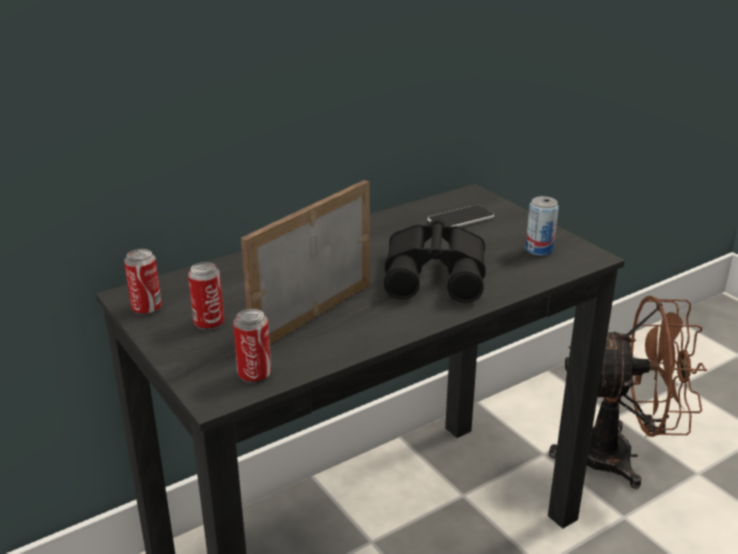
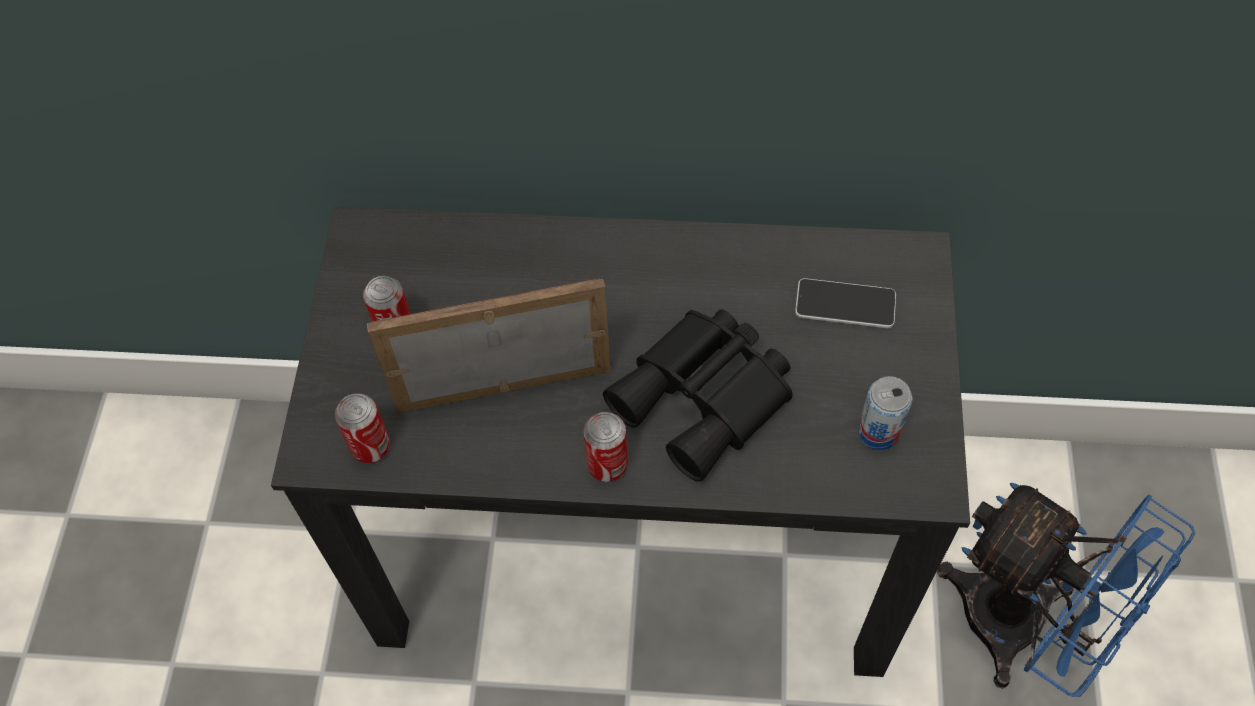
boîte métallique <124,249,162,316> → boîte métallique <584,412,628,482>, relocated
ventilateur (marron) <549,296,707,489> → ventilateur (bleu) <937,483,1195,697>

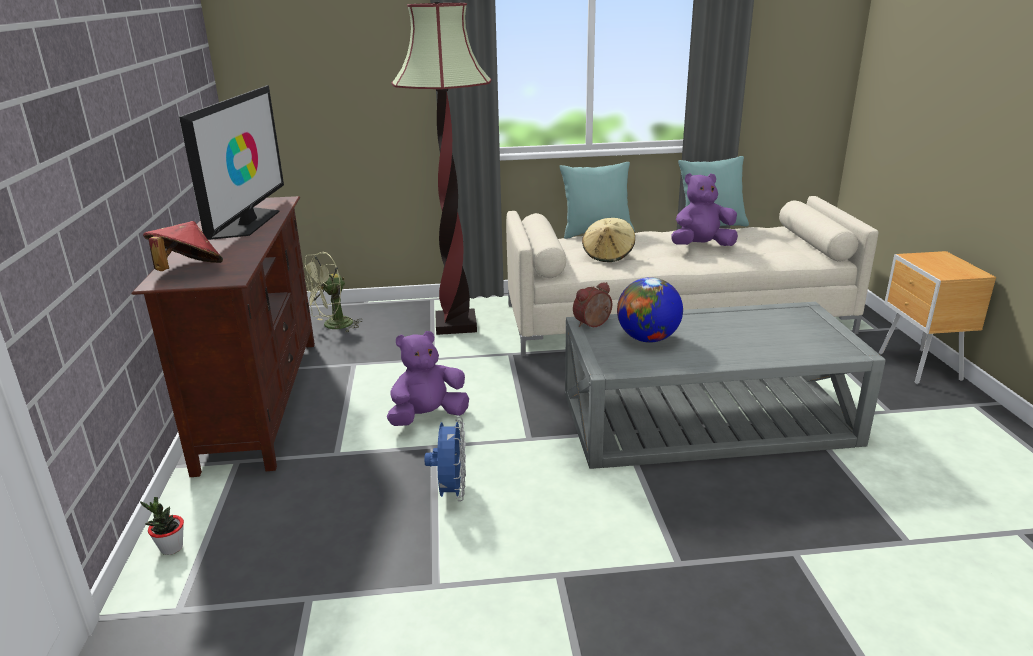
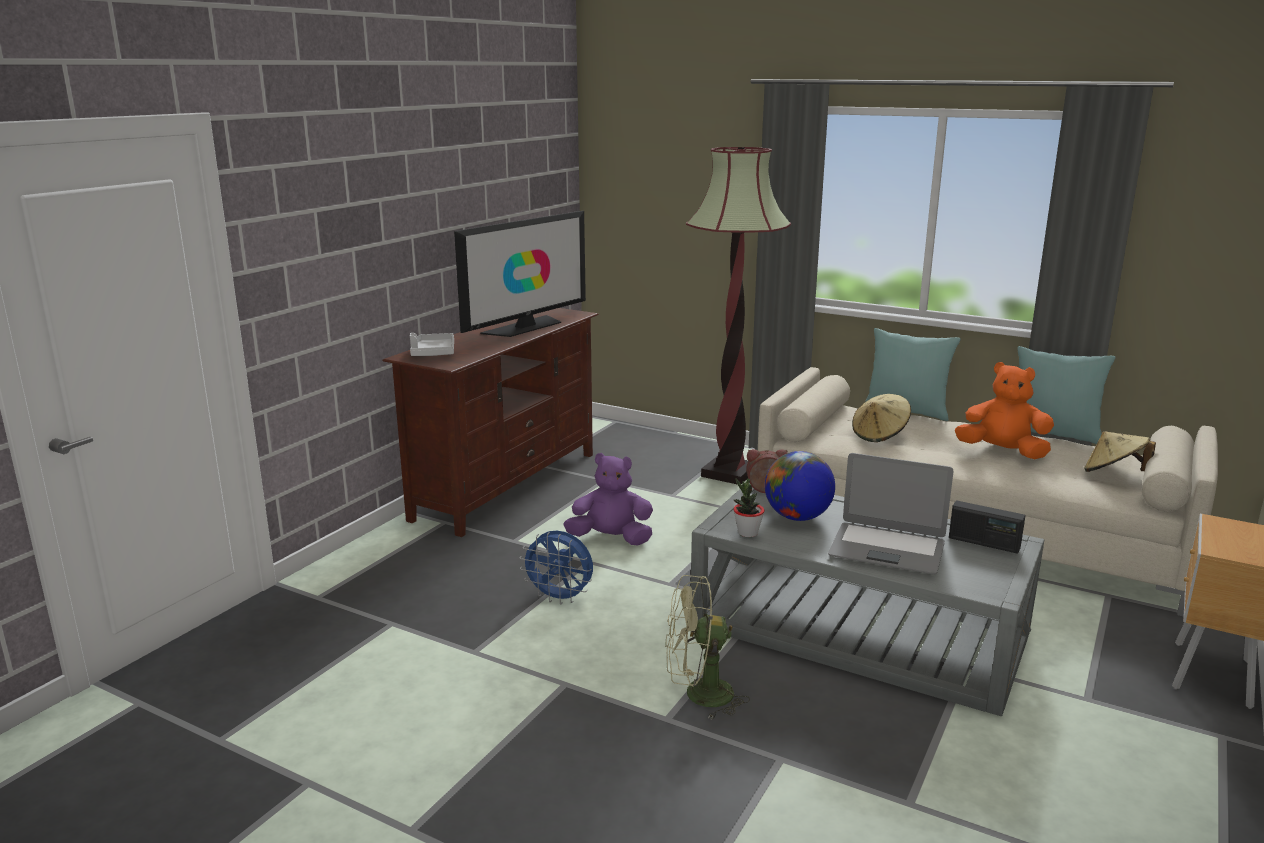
peluche (violet) <671,173,738,246> → peluche (orange) <955,362,1054,459>
chapeau (rouge) <143,221,223,271> → plateau (gris) <410,333,454,356>
ventilateur (vert) <303,252,363,332> → ventilateur (vert) <665,575,750,719>, relocated
ventilateur (bleu) <424,417,466,501> → ventilateur (bleu) <520,531,593,604>, 75 degrees clockwise
plante en pot <140,497,184,555> → plante en pot <733,478,765,537>, relocated
- → chapeau (beige) <1084,431,1156,472>
- → ordinateur portable <828,453,953,574>
- → radio <949,500,1026,554>

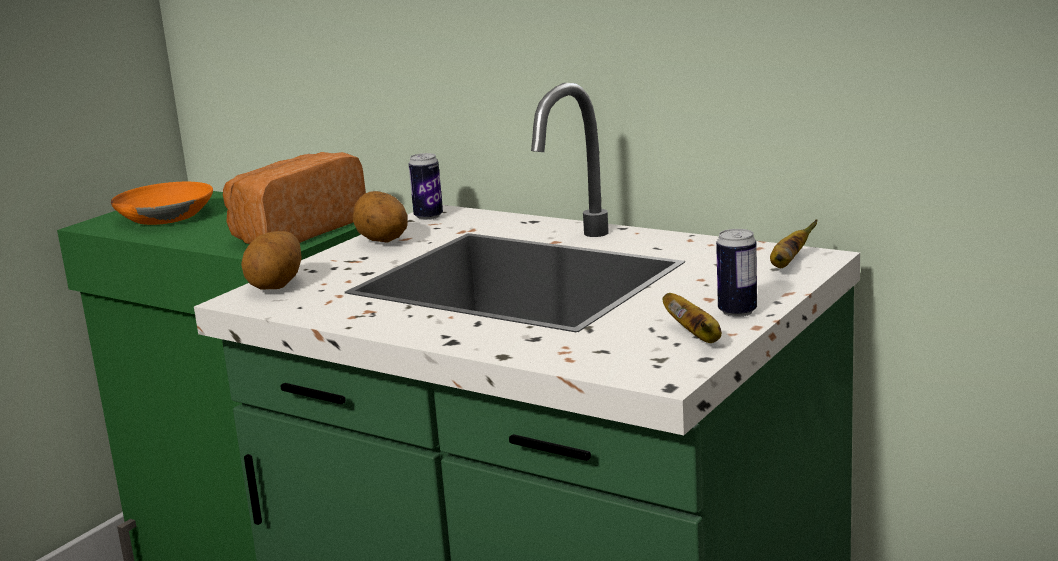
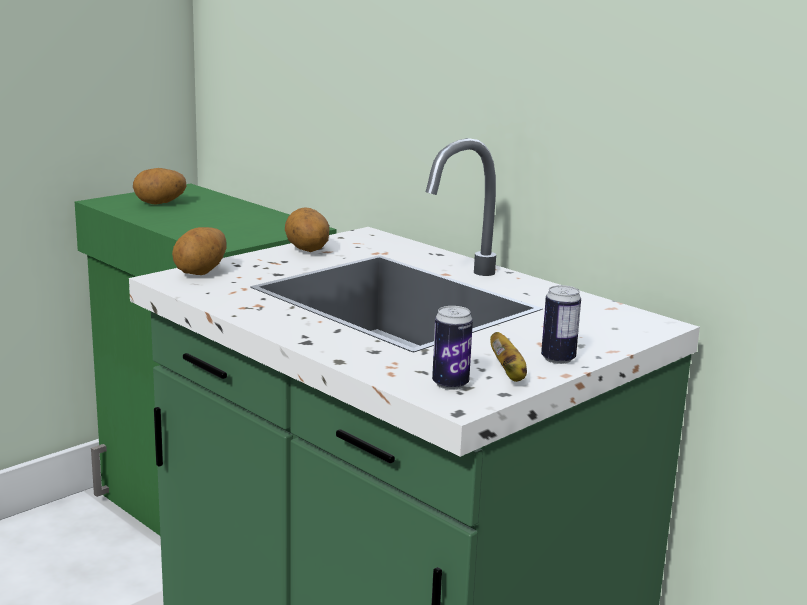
pain <223,152,366,244> → -
boîte métallique <409,153,443,220> → boîte métallique <432,306,473,390>, relocated
bol (orange) <111,182,213,225> → pomme de terre <133,168,186,205>
banane <770,219,818,268> → -

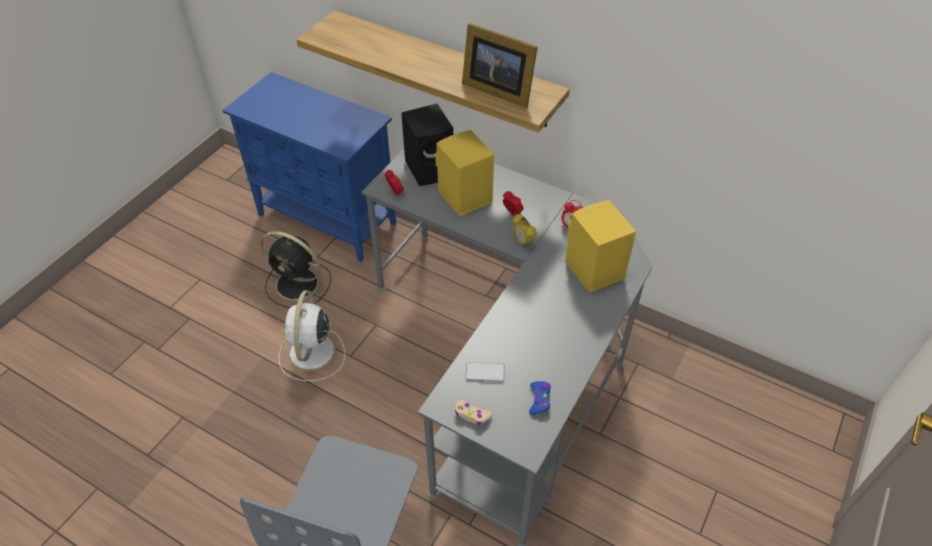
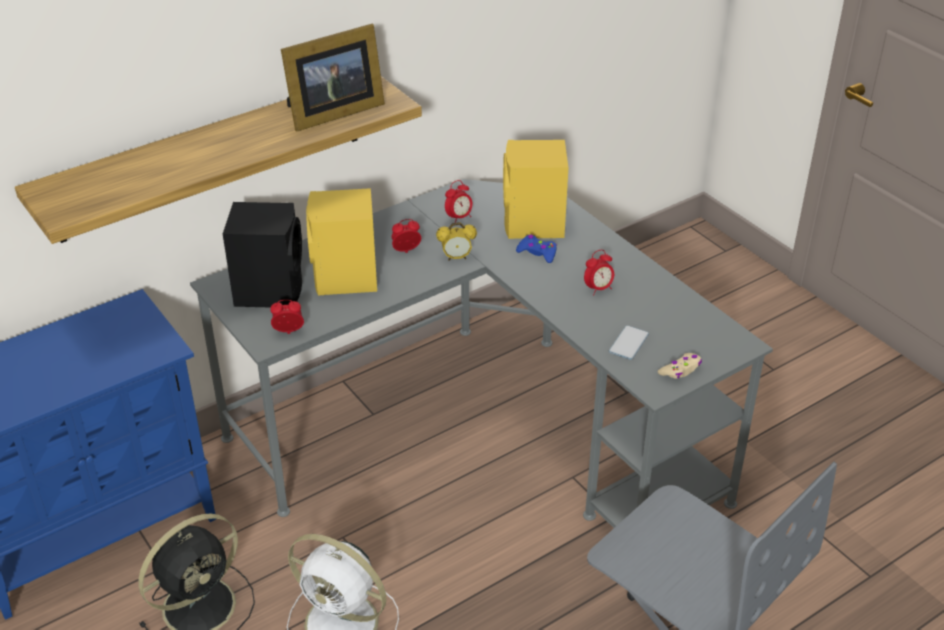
manette (bleu) <529,381,551,415> → manette (bleu) <516,235,557,263>, relocated
- → réveil <584,250,614,295>

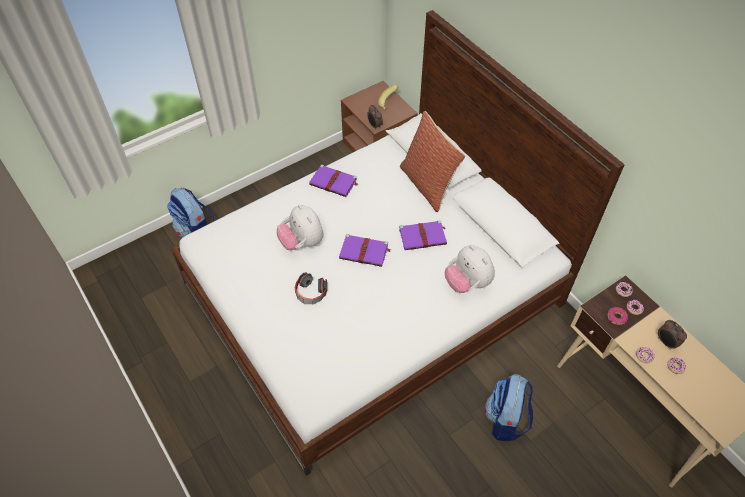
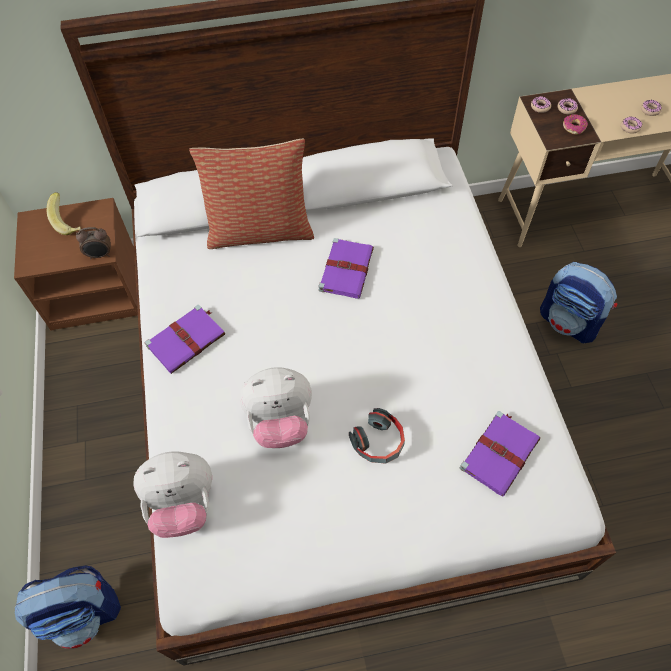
livre (violet) <339,234,391,267> → livre (violet) <460,411,540,496>, relocated
peluche <445,245,495,293> → peluche <133,451,212,538>, relocated
réveil <658,320,687,350> → -

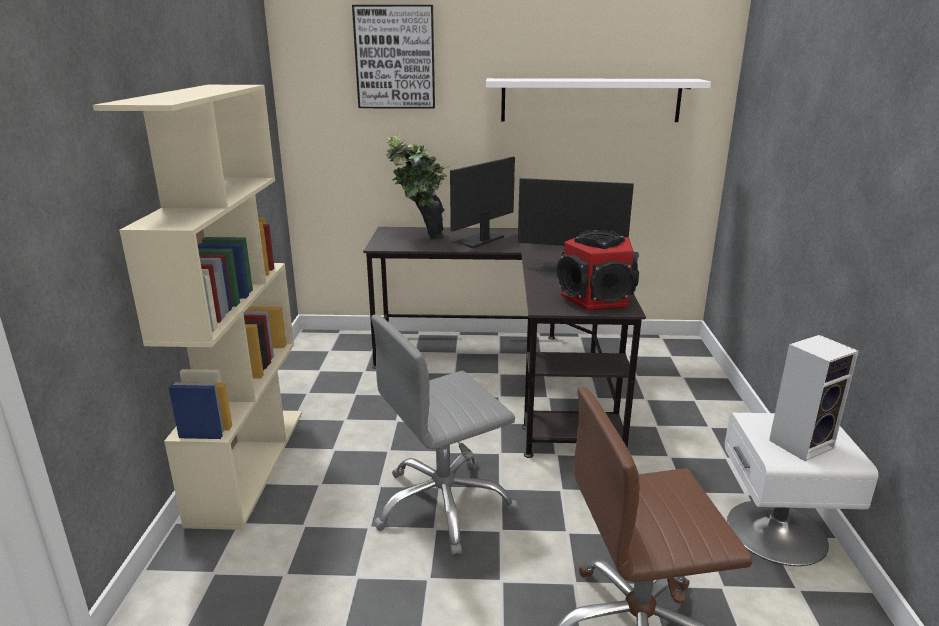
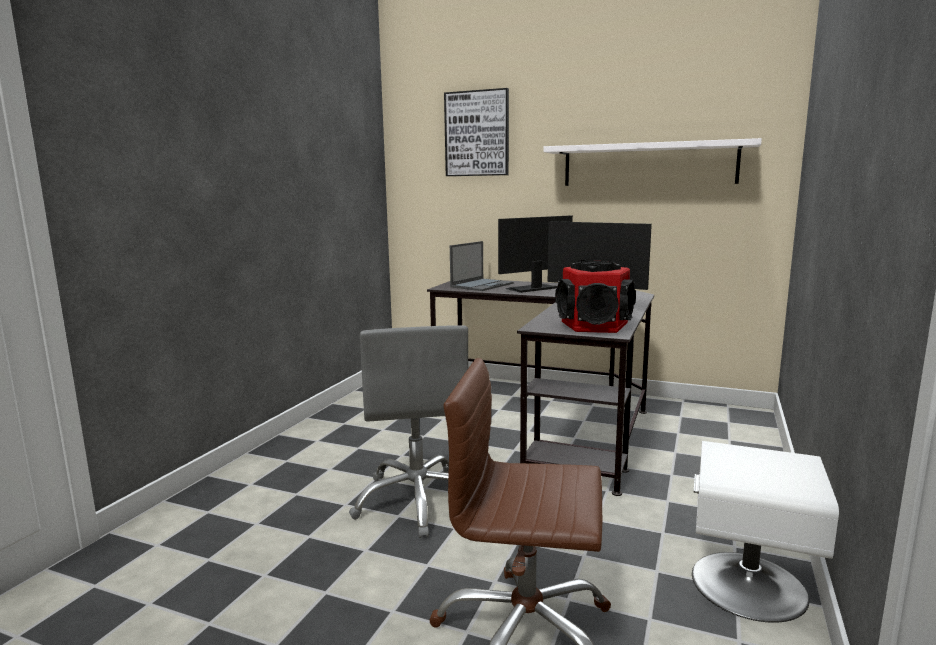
bibliothèque (beige) <93,85,302,530> → -
plante en pot <386,133,450,238> → ordinateur portable <450,241,513,291>
chaise de bureau (gris) <371,314,518,556> → chaise de bureau (gris) <349,325,468,538>, 90 degrees counterclockwise
enceinte <769,335,859,461> → -

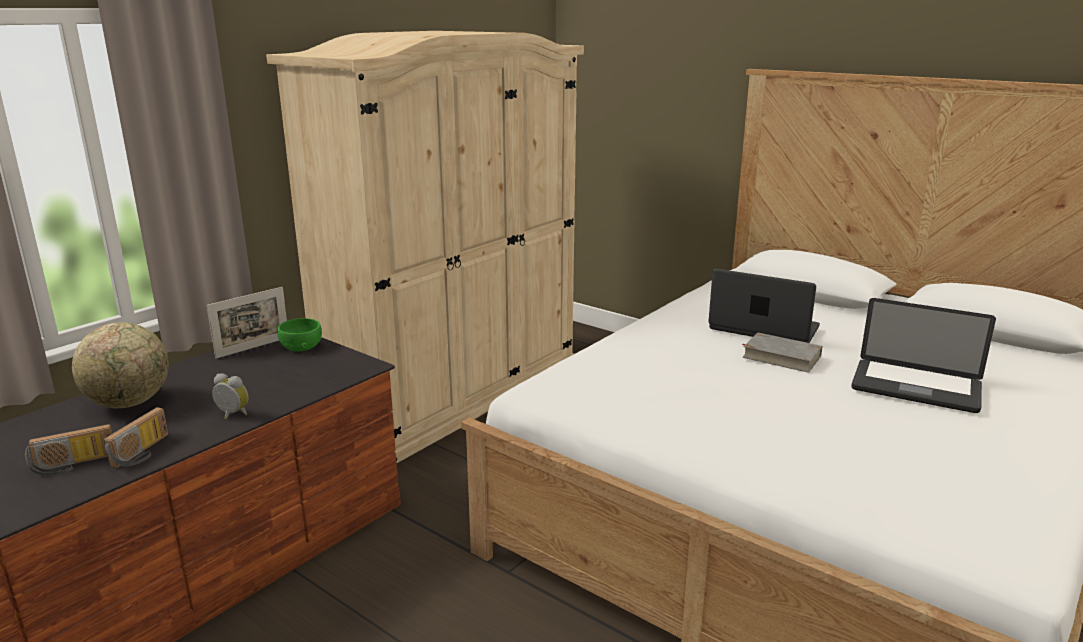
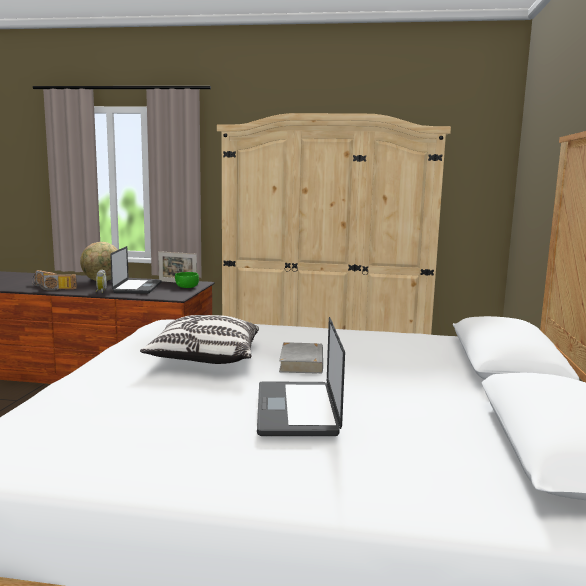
ordinateur portable <708,269,820,343> → ordinateur portable <110,246,162,294>, relocated
- → coussin <140,315,259,364>

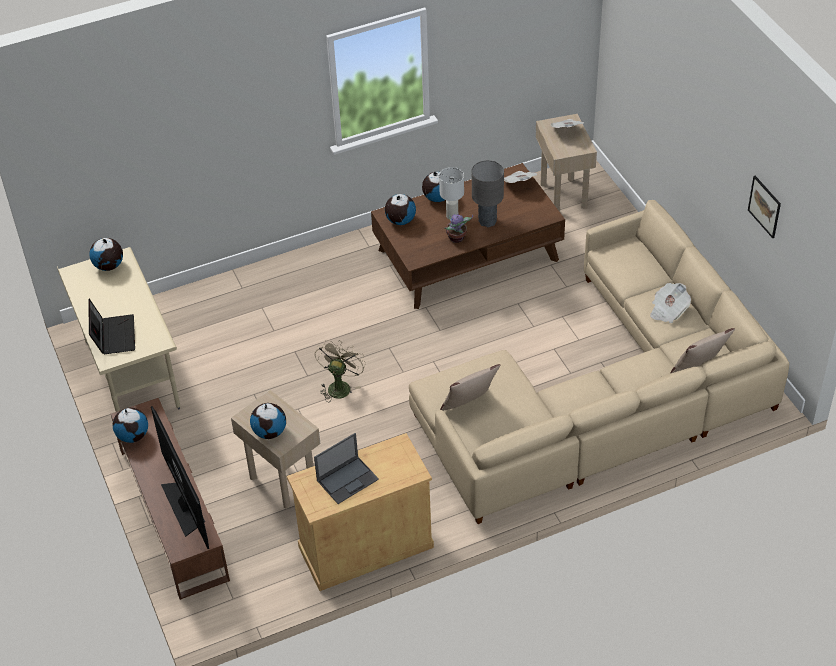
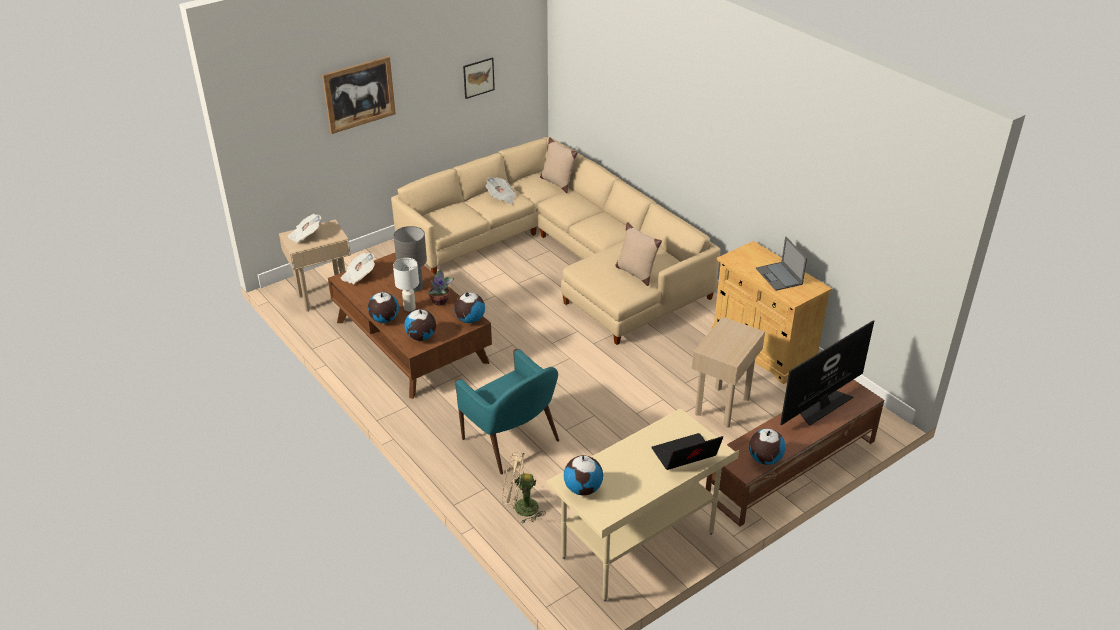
ventilateur (beige) <315,340,366,399> → ventilateur (beige) <502,453,546,523>, relocated
globe <250,403,286,439> → globe <454,292,485,323>, relocated
ordinateur portable <314,433,379,504> → ordinateur portable <756,237,807,291>, 150 degrees counterclockwise
- → tableau <322,56,396,134>
- → fauteuil (turquoise) <455,349,559,474>

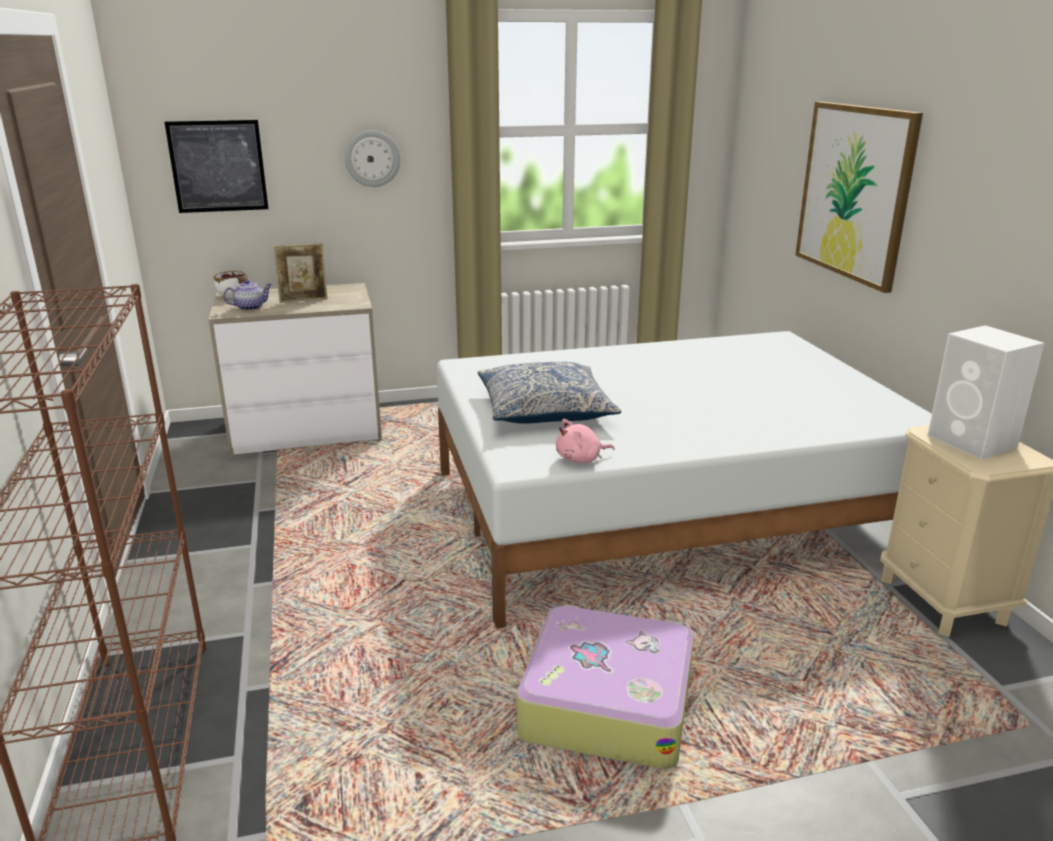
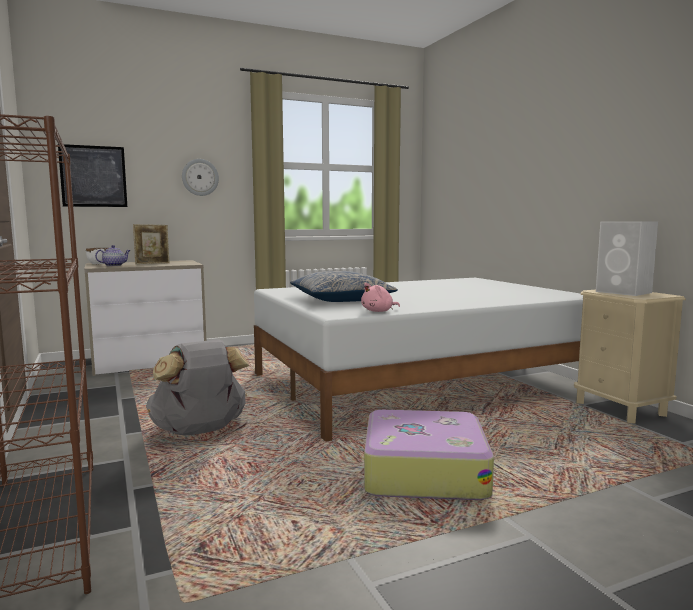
tableau <795,102,923,293> → -
- → sac à dos (gris) <146,339,249,435>

